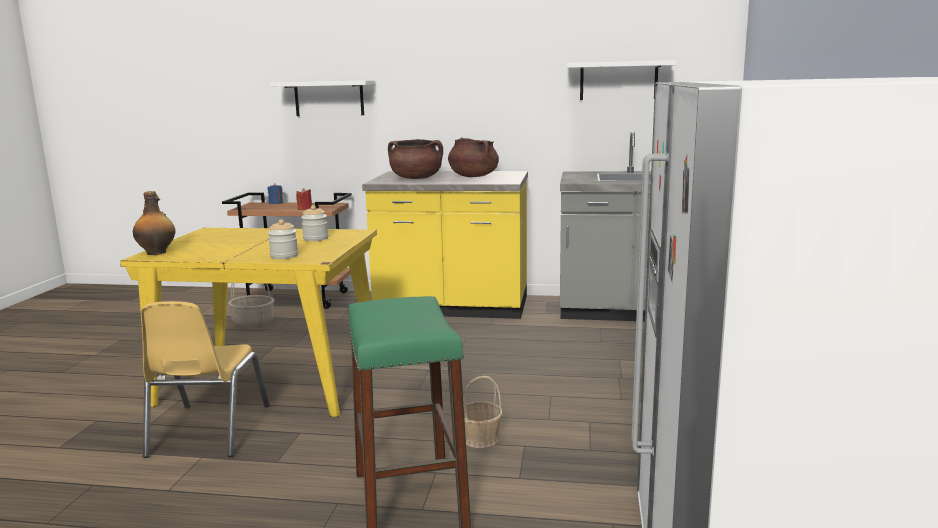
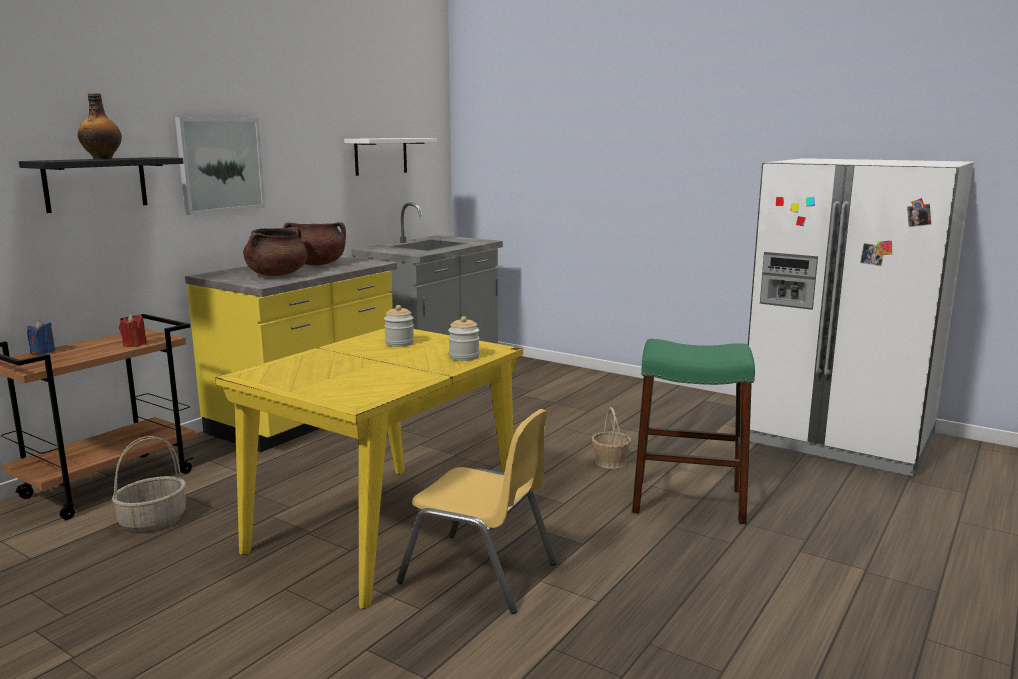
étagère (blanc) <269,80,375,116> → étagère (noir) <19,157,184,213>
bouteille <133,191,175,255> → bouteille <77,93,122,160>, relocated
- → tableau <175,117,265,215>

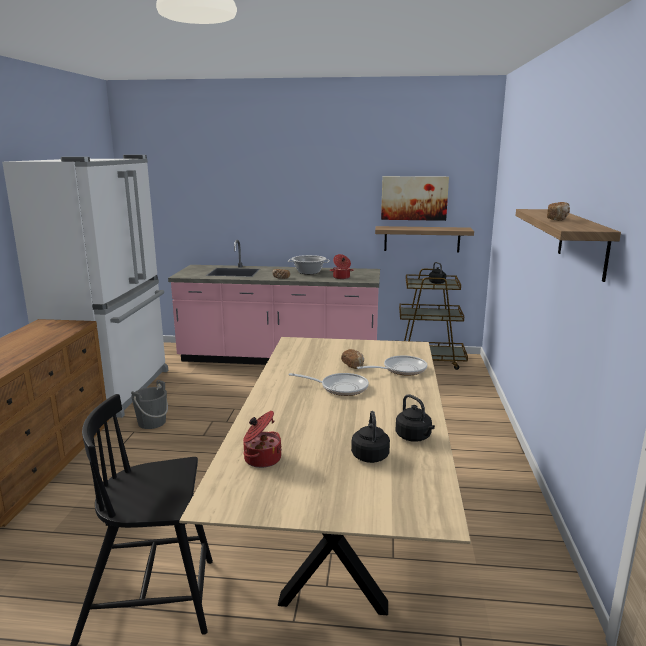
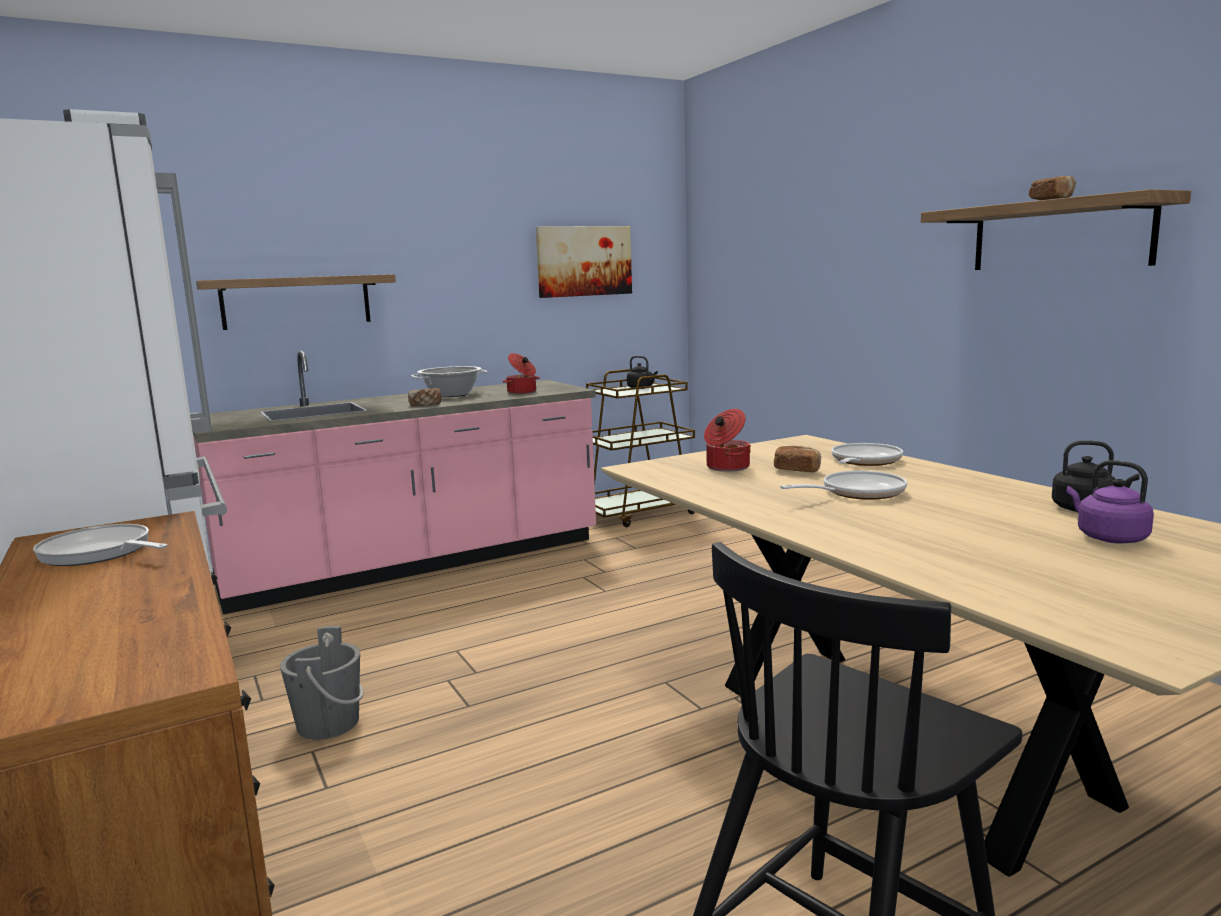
étagère <375,226,474,252> → étagère <196,274,396,330>, relocated
marmite <243,411,282,468> → marmite <704,409,751,472>, relocated
bouilloire (noir) <351,411,390,463> → bouilloire (violet) <1067,460,1154,543>
- → poêle <33,524,168,566>

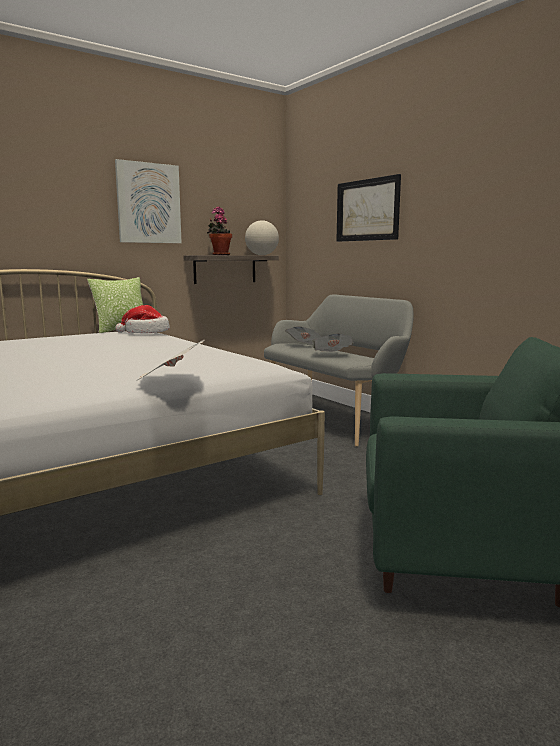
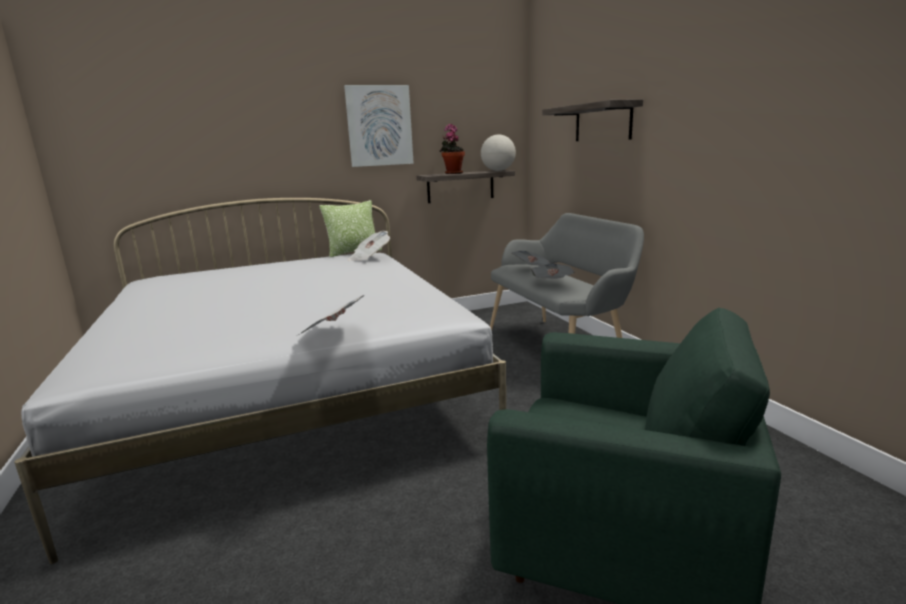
tableau <336,174,401,242> → étagère <542,99,643,141>
chapeau <115,305,170,333> → journal <348,231,390,261>

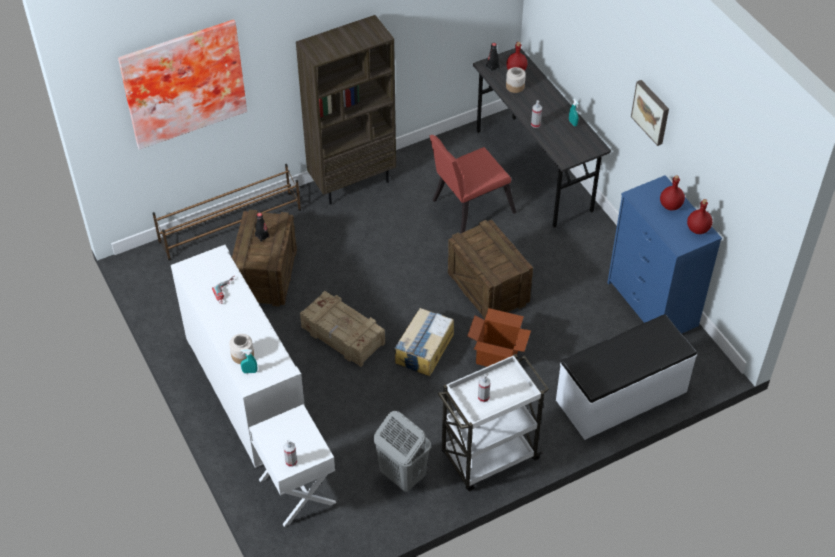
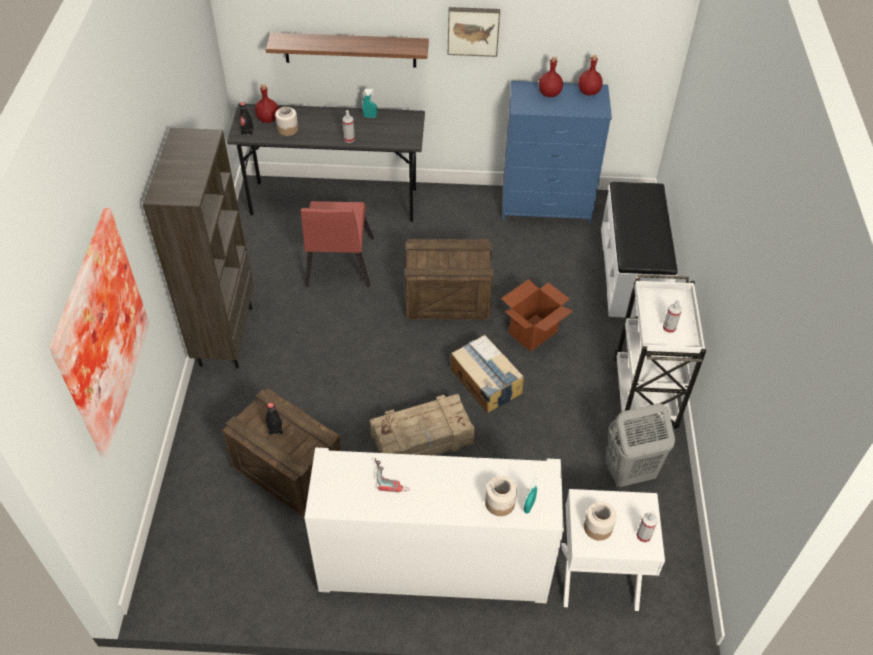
étagère à chaussures (marron) <152,164,301,260> → -
- → étagère <266,33,429,68>
- → bocal <584,502,617,540>

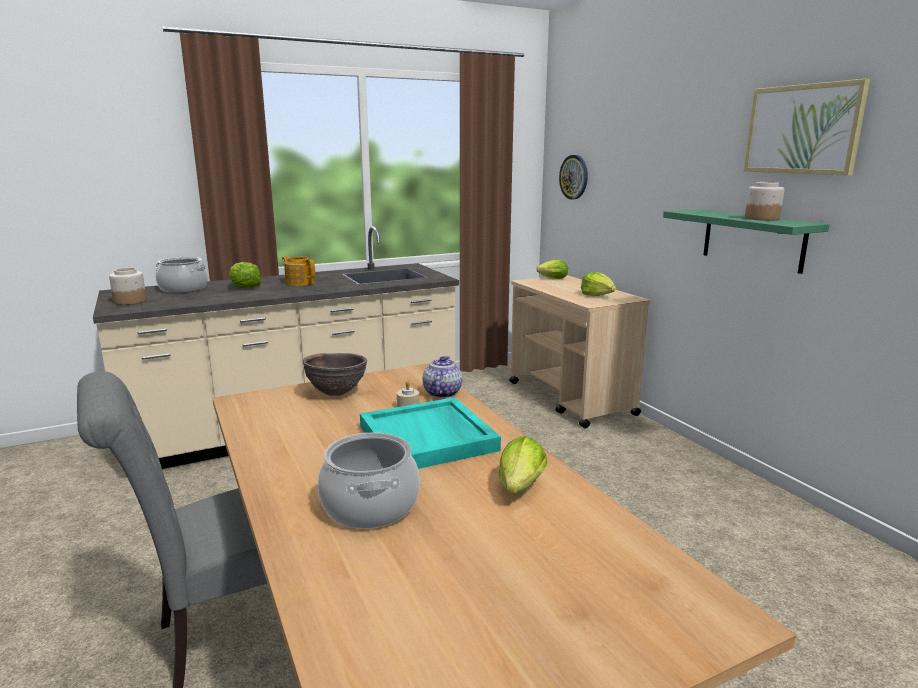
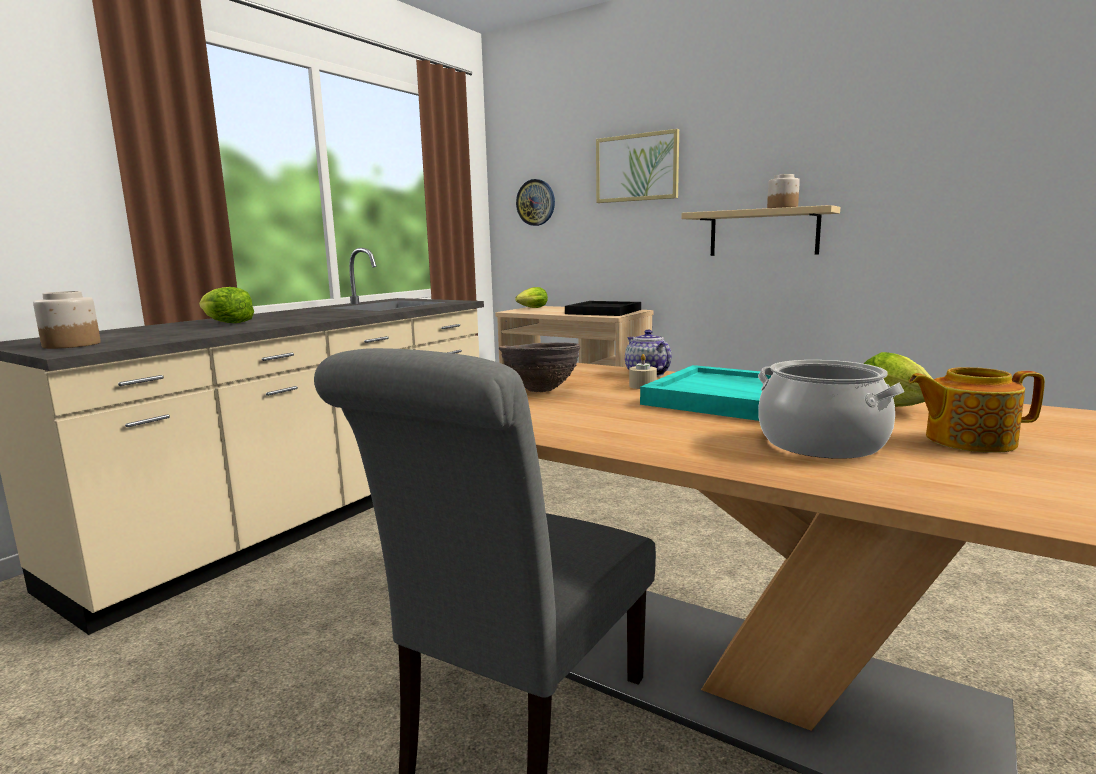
tableau <744,79,870,176> → tableau <596,129,679,203>, relocated
étagère (vert) <663,209,830,274> → étagère (beige) <681,205,840,256>
théière <282,256,315,286> → théière <909,367,1045,453>, relocated
marmite <156,257,208,293> → -
laitue <581,272,616,296> → plateau (noir) <565,301,641,316>

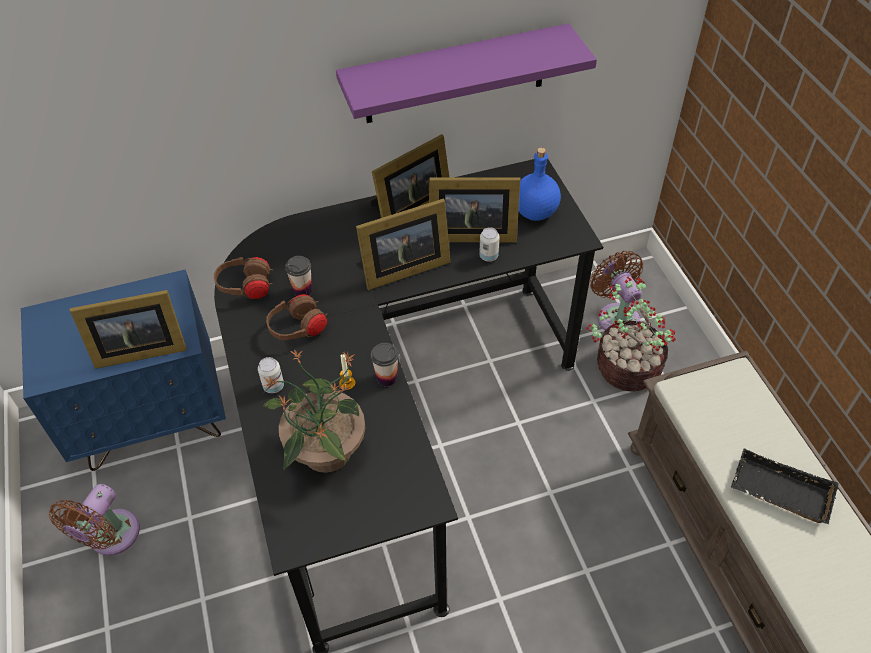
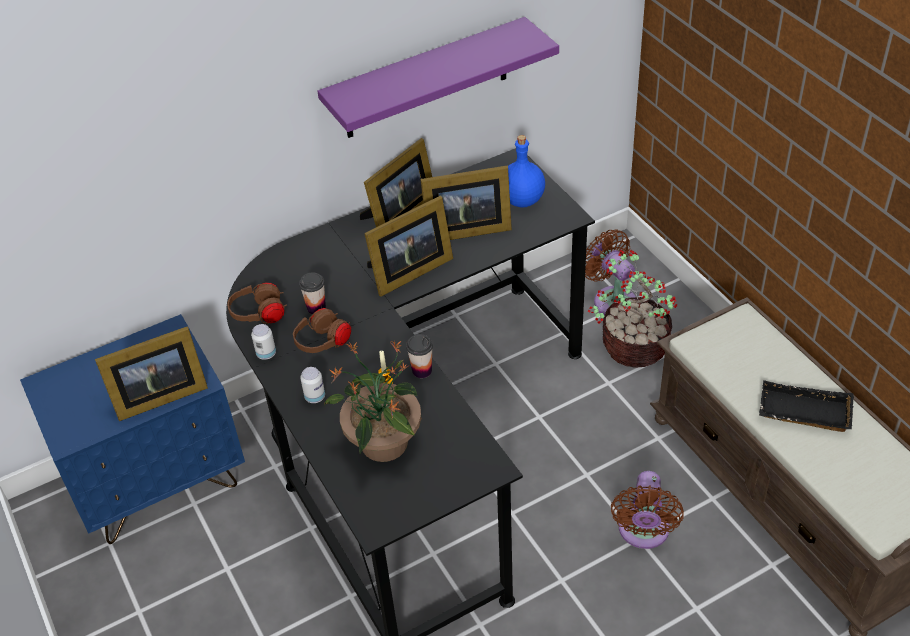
boîte métallique <479,227,500,261> → boîte métallique <251,324,276,360>, relocated
ventilateur (marron) <49,484,140,556> → ventilateur (marron) <611,471,684,549>, relocated

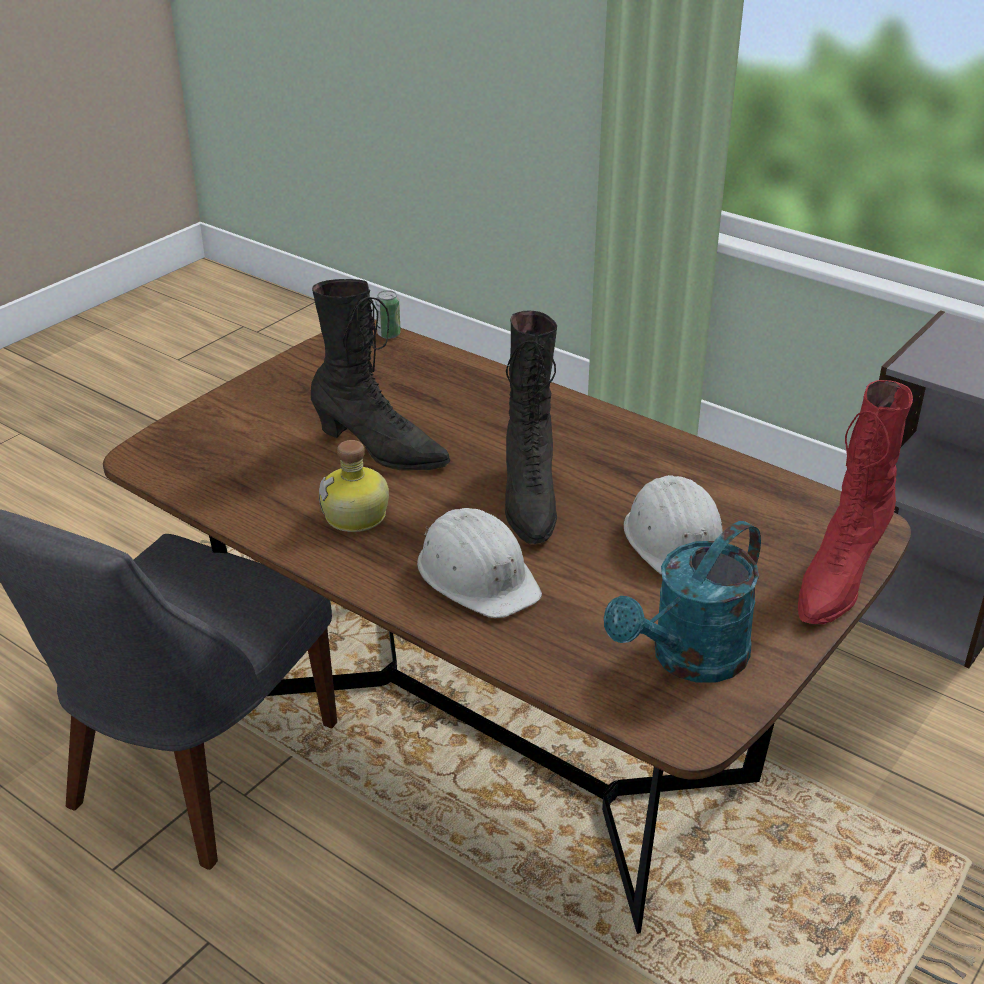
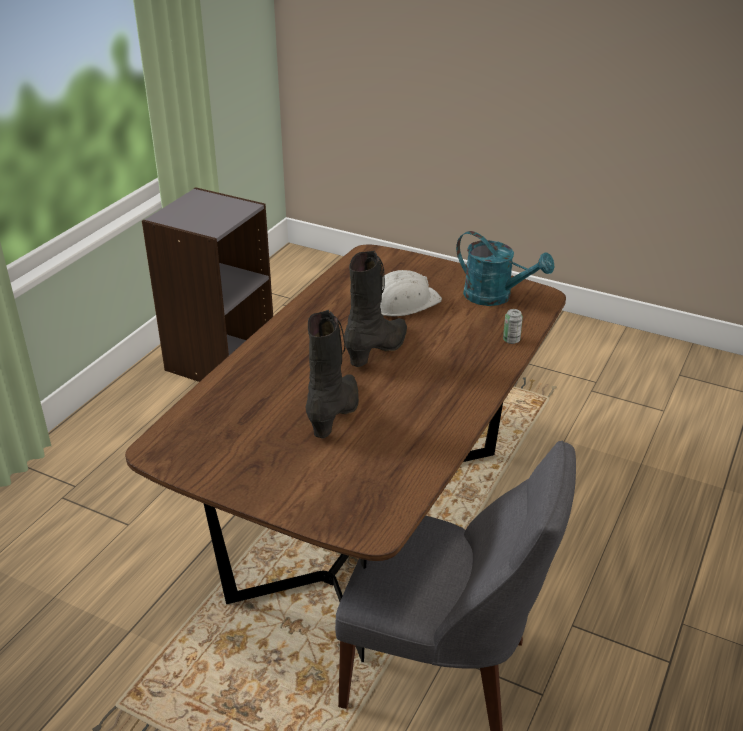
boîte métallique <376,290,401,339> → boîte métallique <503,309,523,344>, relocated
botte (noir) <505,310,557,545> → botte (noir) <344,251,407,367>, 45 degrees counterclockwise
botte (rouge) <798,380,913,624> → -
bouteille <319,440,389,532> → -
casque de chantier (blanc) <417,508,542,618> → -

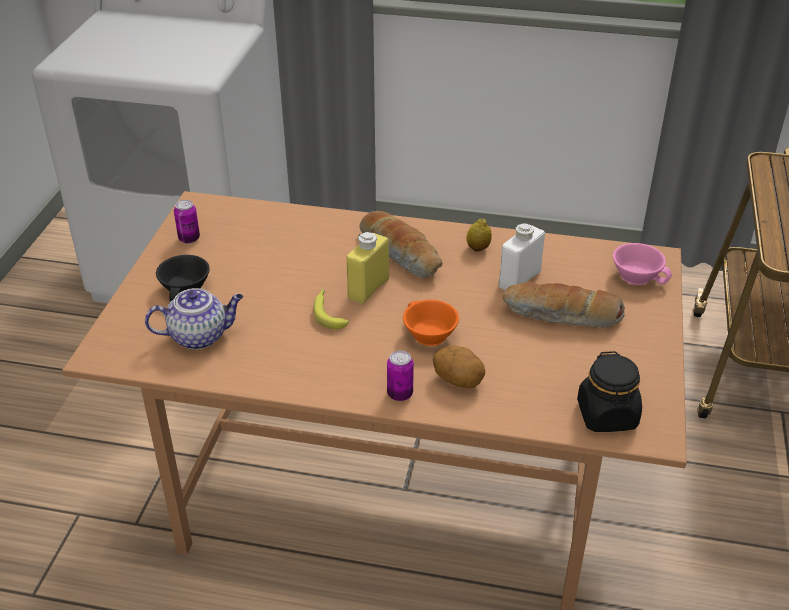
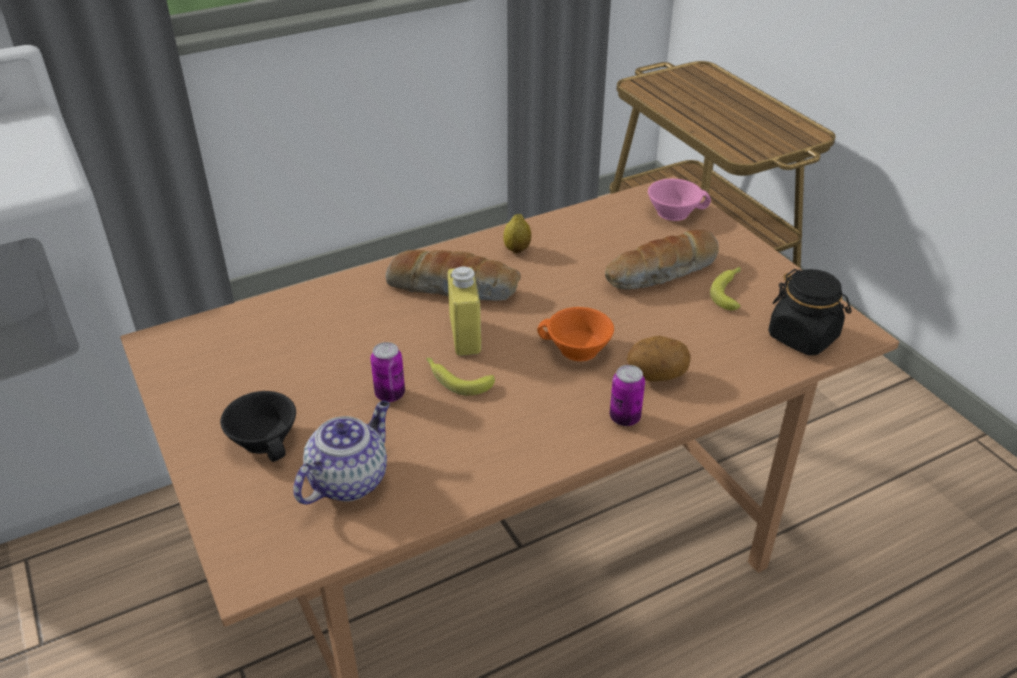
boîte métallique <174,200,200,243> → boîte métallique <370,342,405,402>, relocated
bouteille (blanc) <499,223,545,290> → -
- → banane <710,267,741,310>

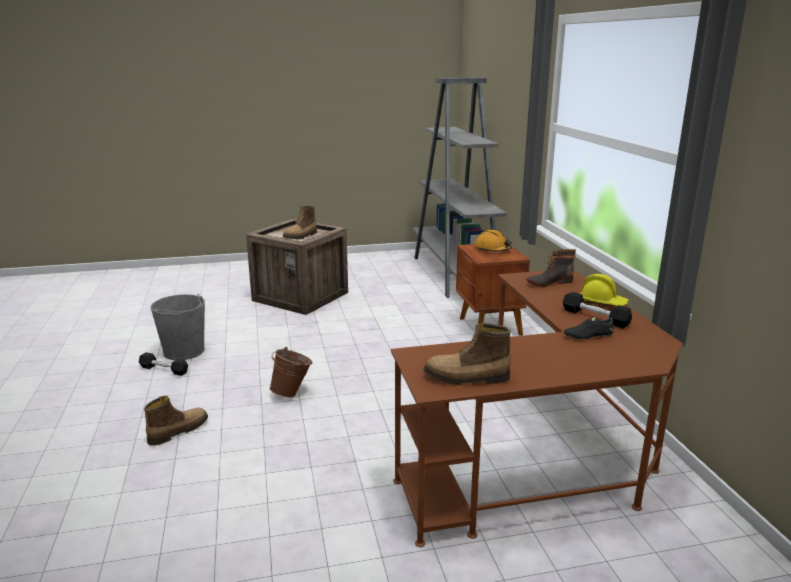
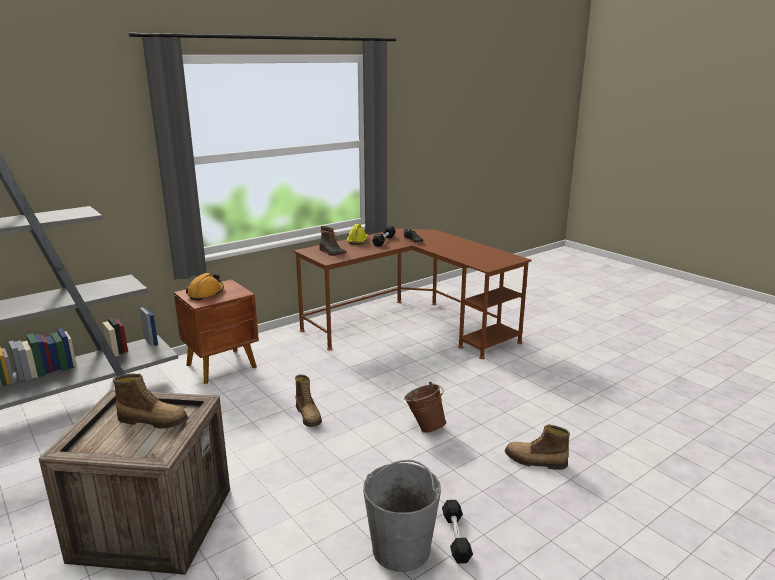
botte <423,323,511,385> → botte <295,374,322,427>, relocated

